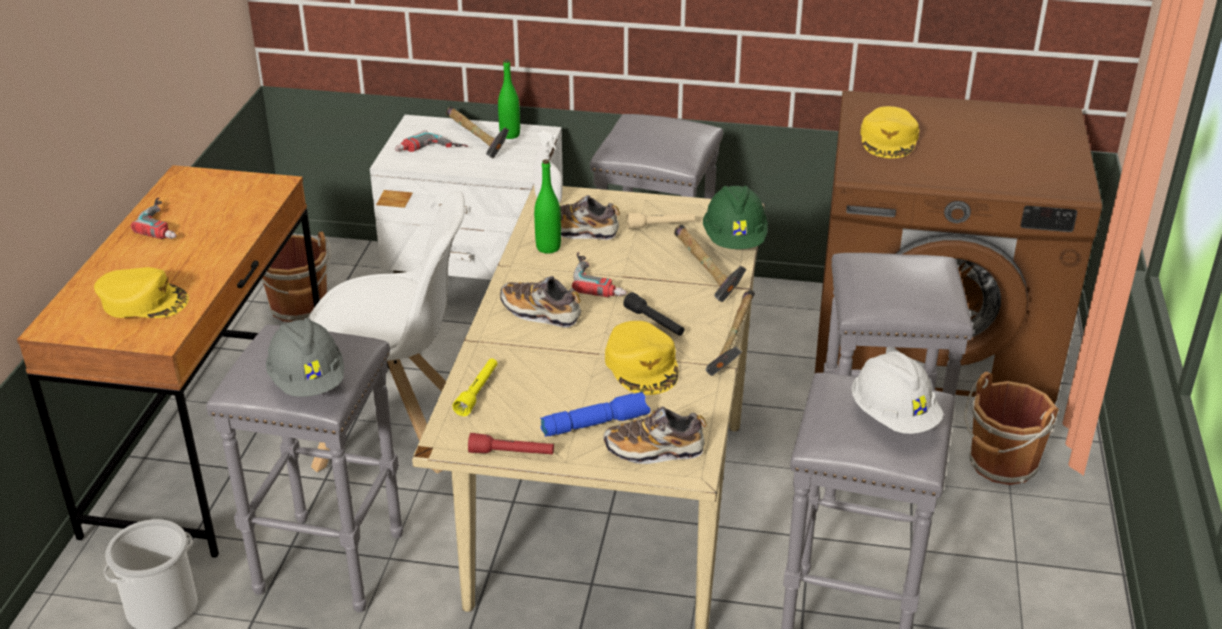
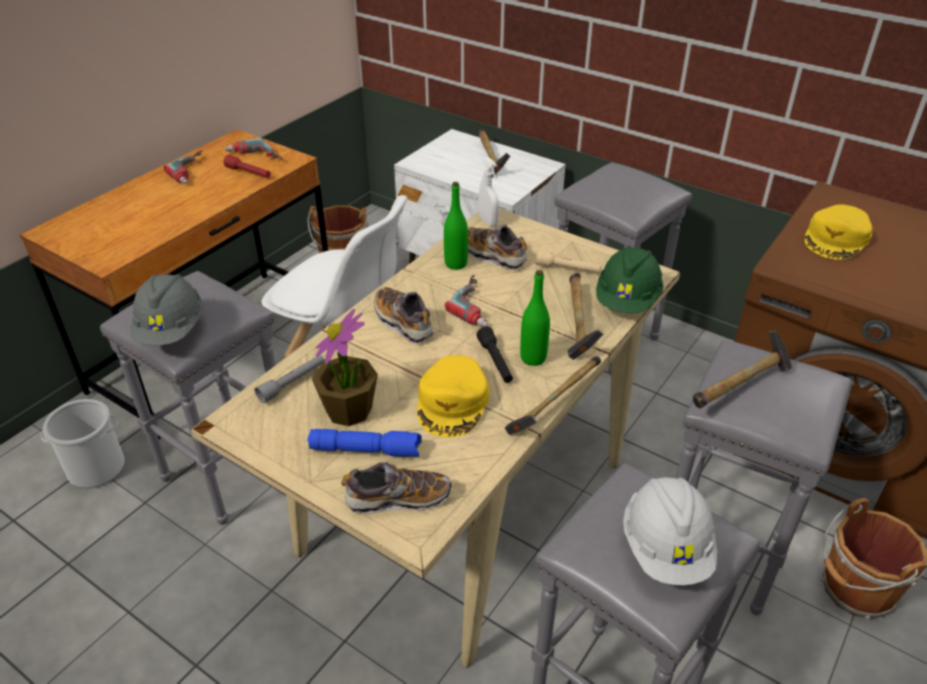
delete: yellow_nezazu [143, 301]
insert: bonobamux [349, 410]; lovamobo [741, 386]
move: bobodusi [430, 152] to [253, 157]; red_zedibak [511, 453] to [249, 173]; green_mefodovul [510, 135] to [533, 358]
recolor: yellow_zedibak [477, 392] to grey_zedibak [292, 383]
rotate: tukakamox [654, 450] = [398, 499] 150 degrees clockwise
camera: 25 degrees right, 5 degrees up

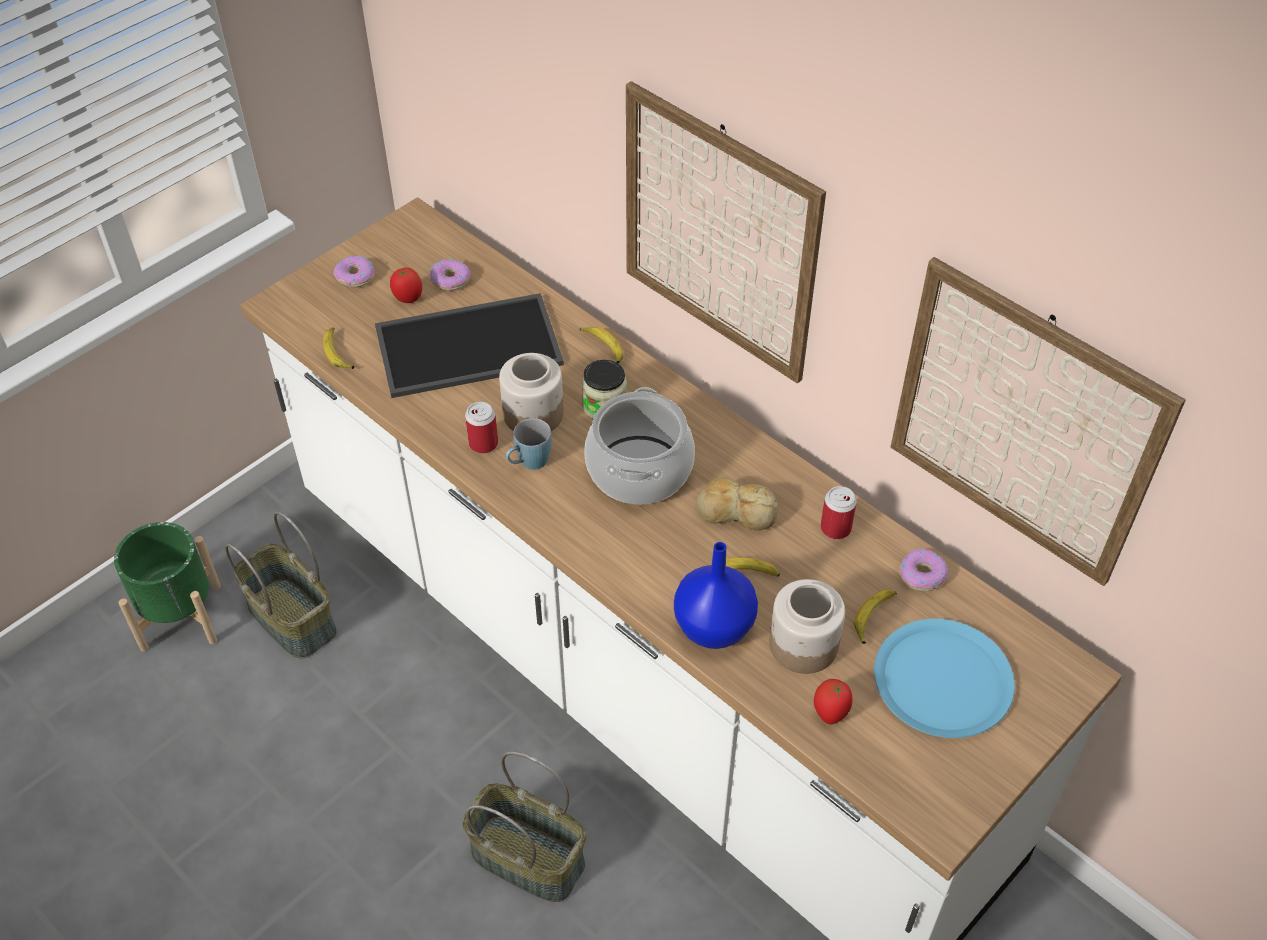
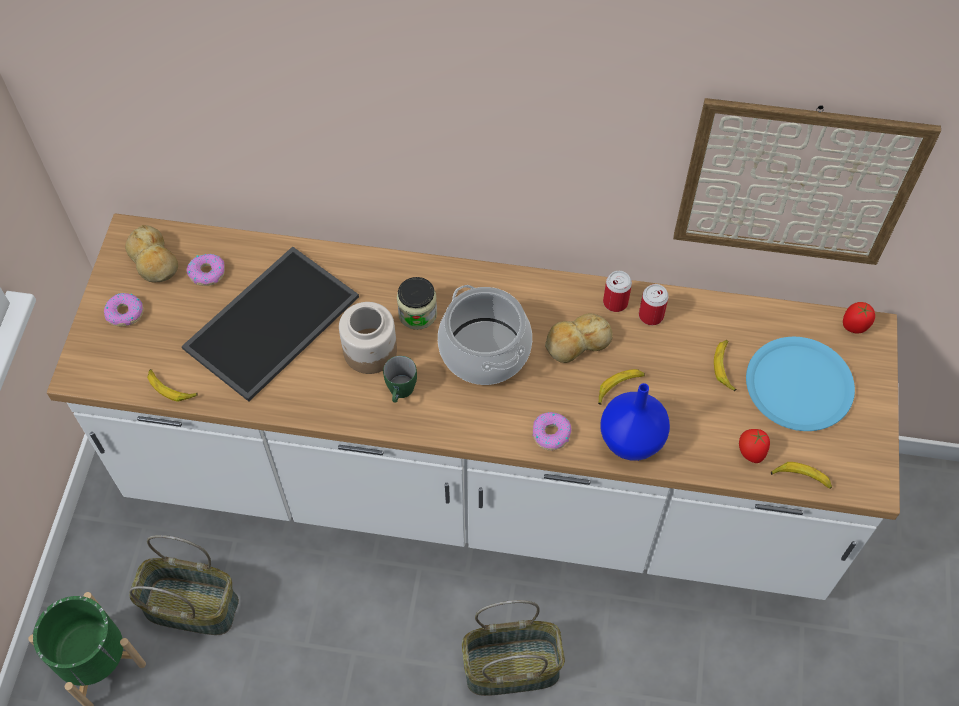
delete: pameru [719, 230]; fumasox [803, 645]
insert: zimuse [153, 261]
move: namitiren [407, 298] to [855, 326]; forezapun [483, 443] to [615, 302]; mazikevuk [603, 347] to [801, 478]; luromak [921, 574] to [551, 434]
recolor: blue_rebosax [528, 463] to green_rebosax [400, 393]
camera: 35 degrees left, 10 degrees up

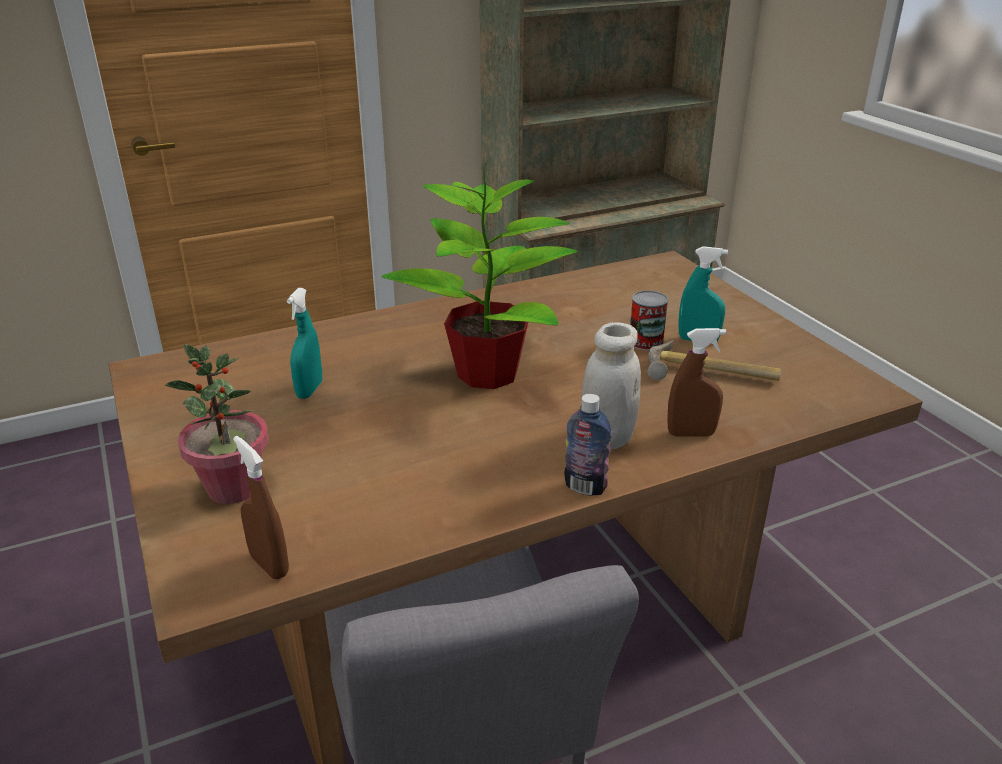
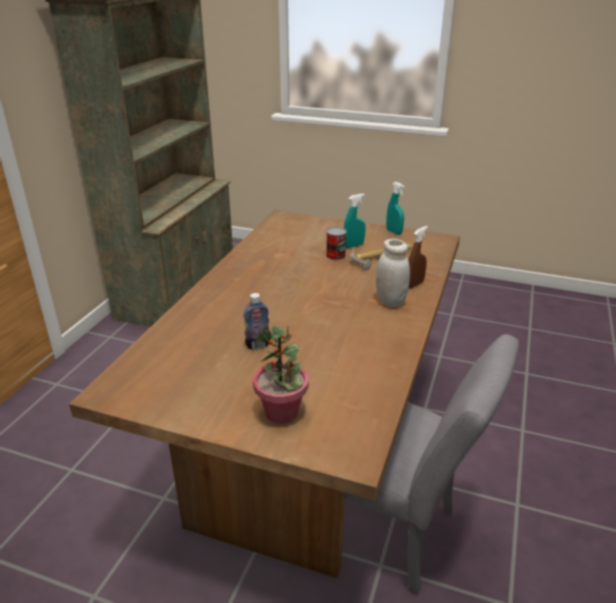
delete: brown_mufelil [269, 565]; bonobamux [490, 373]
move: turquoise_mufelil [309, 390] to [394, 232]; mefodovul [585, 487] to [257, 345]
camera: 45 degrees left, 0 degrees up

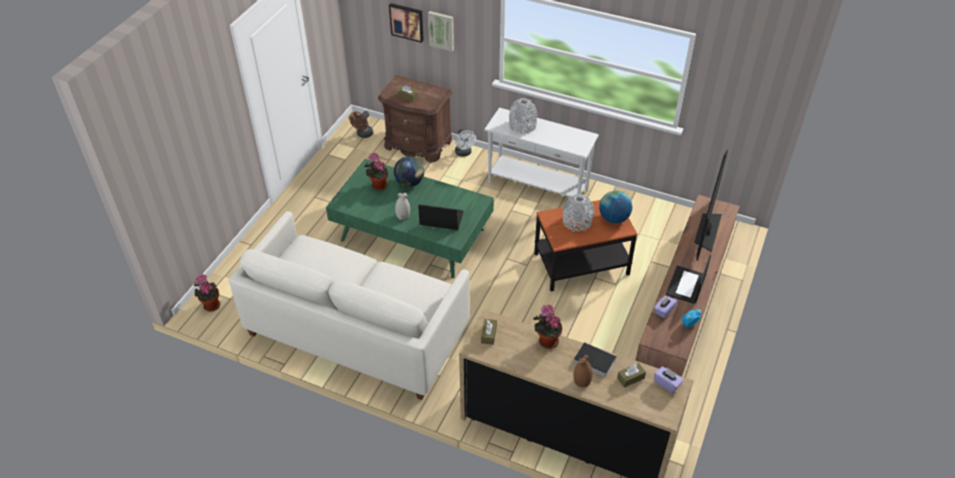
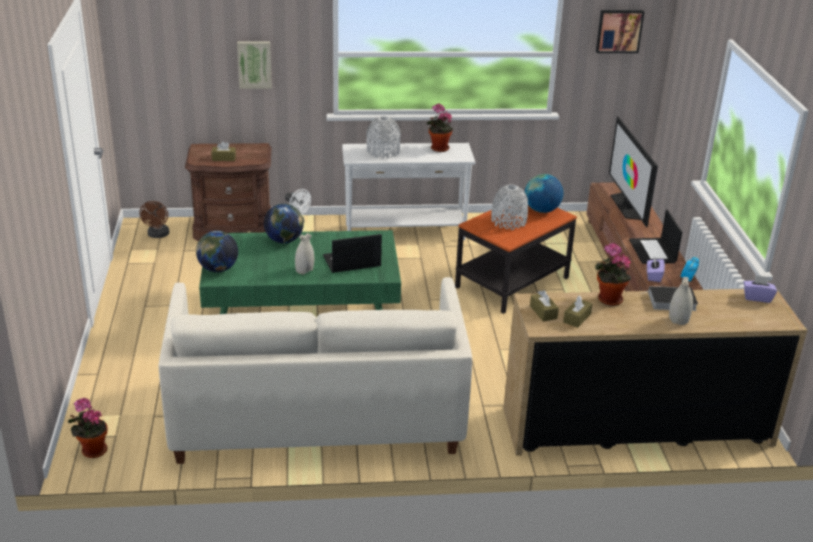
insert: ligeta [218, 269]
move: bonobamux [378, 185] to [438, 148]; pameru [407, 22] to [619, 30]; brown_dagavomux [630, 378] to [577, 318]
recolor: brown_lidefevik [581, 381] to white_lidefevik [678, 320]
camera: 30 degrees left, 15 degrees down

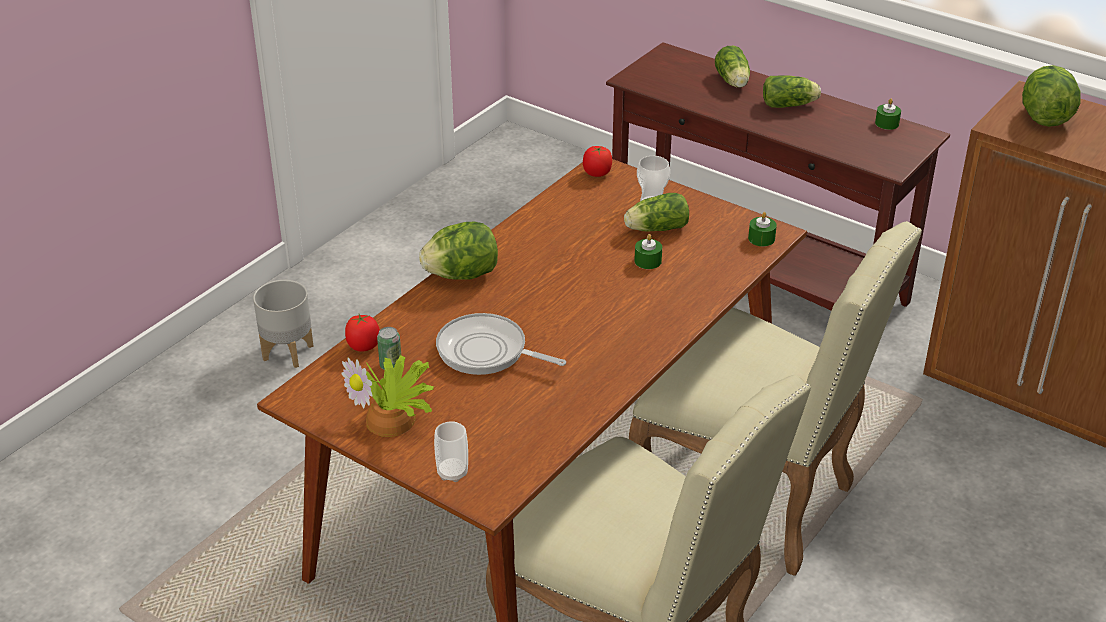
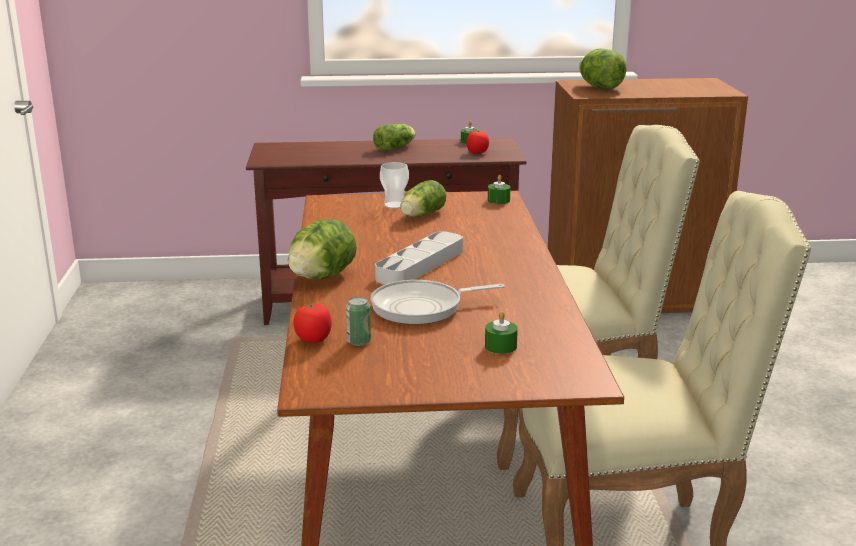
delete: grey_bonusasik [287, 352]; bonobamux [394, 420]; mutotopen [452, 473]; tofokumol [733, 82]
insert: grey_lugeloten [420, 265]
move: namitiren [597, 173] to [477, 153]; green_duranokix [648, 261] to [500, 346]
camera: 40 degrees left, 15 degrees down

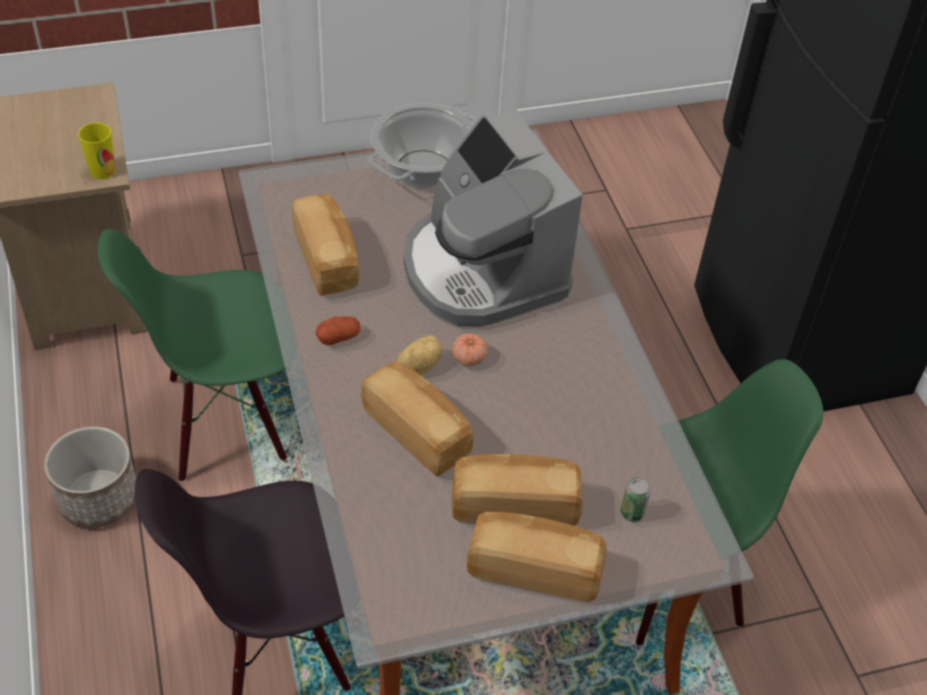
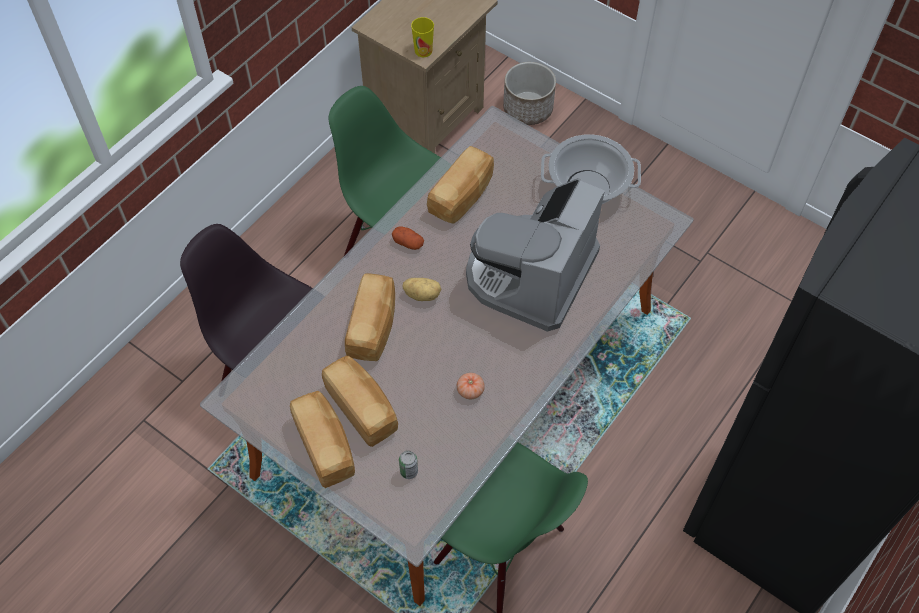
move: bonusasik [97, 497] to [528, 108]; namitiren [469, 358] to [470, 390]
camera: 55 degrees right, 10 degrees up

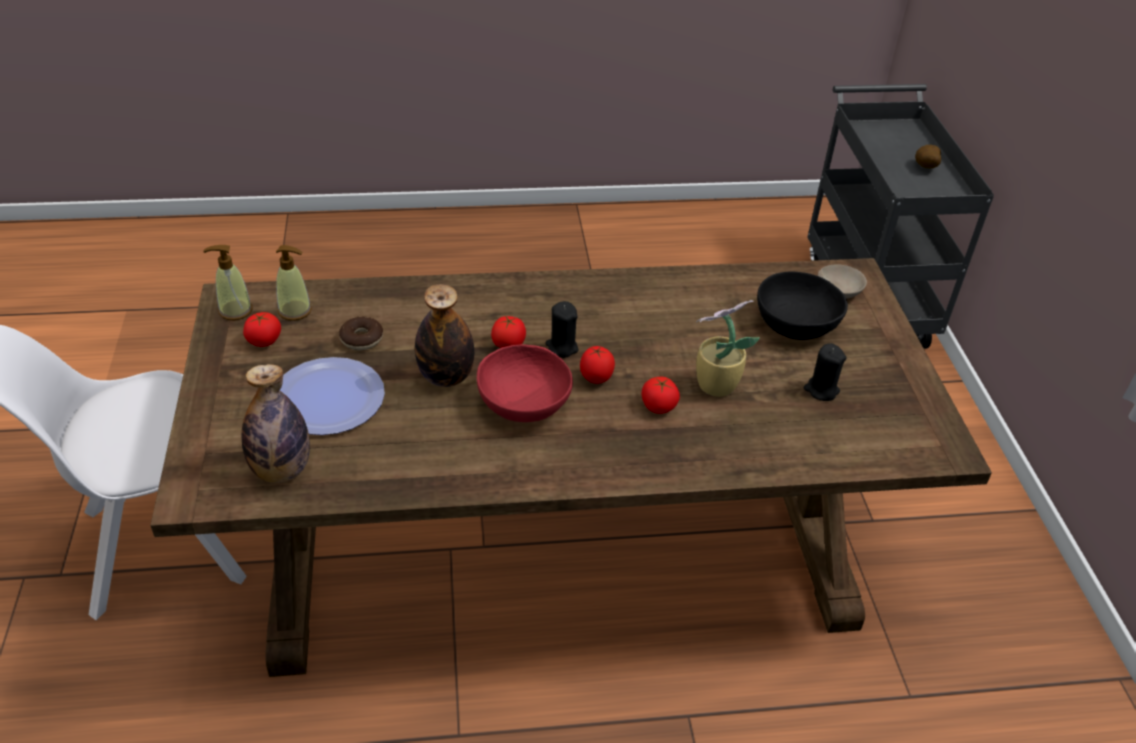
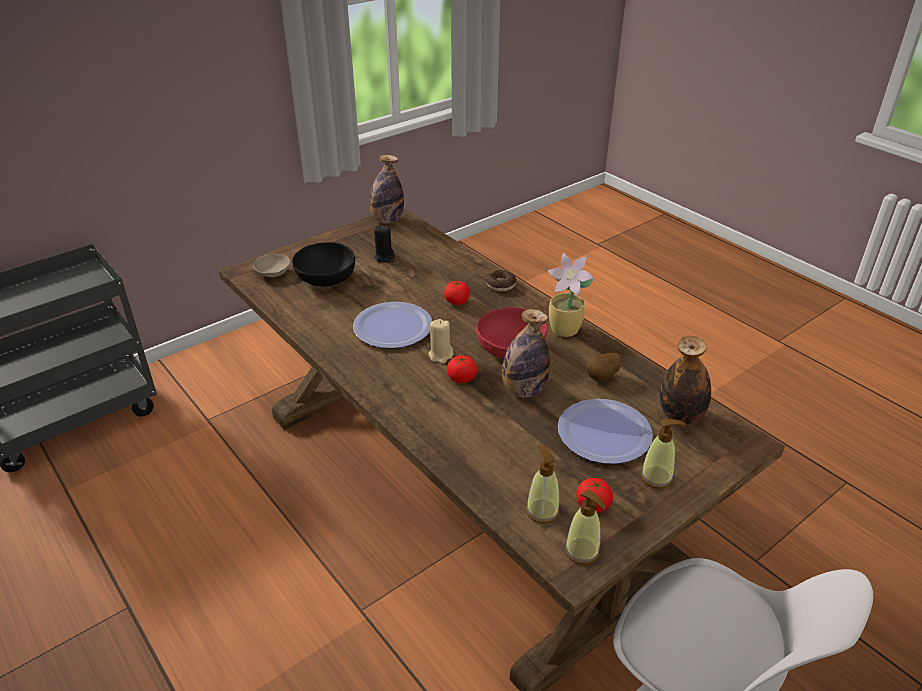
delete: namitiren [596, 378]
insert: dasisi [393, 327]; mefodovul [387, 220]; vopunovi [656, 477]
move: luromak [361, 339] to [500, 285]; bonobamux [714, 385] to [566, 330]; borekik [924, 168] to [602, 378]
recolor: black_duranokix [562, 347] to beige_duranokix [441, 355]
camera: 120 degrees left, 5 degrees down

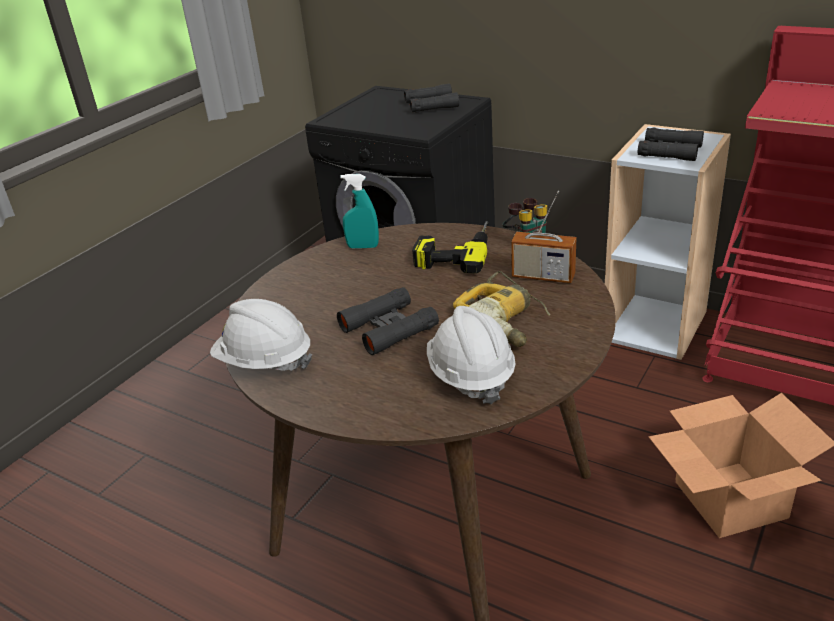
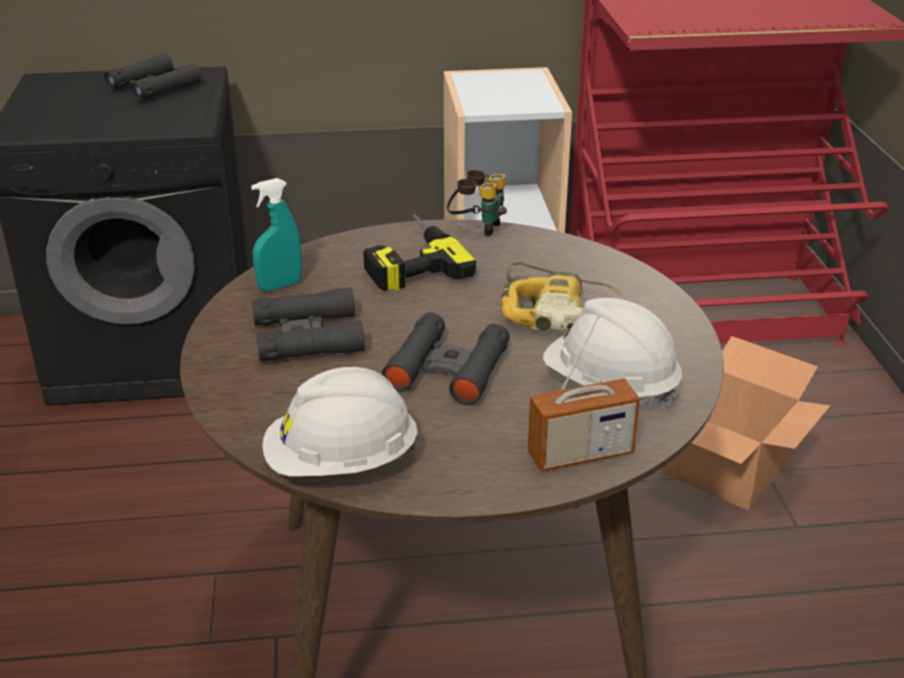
move: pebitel [543, 276] to [580, 454]; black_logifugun [670, 151] to [308, 337]
camera: 40 degrees left, 0 degrees up

